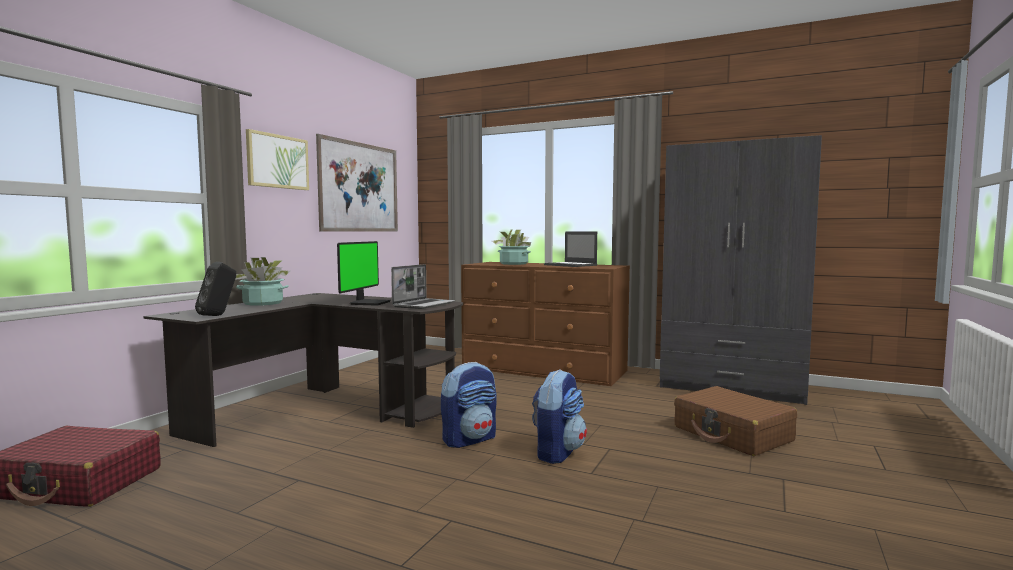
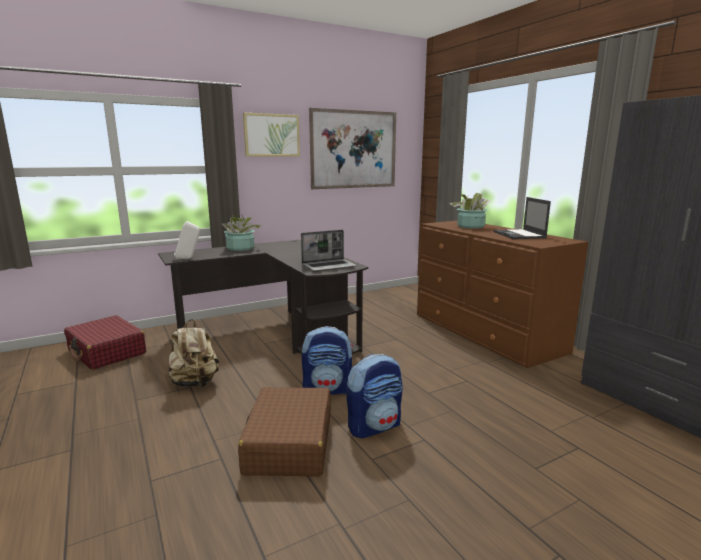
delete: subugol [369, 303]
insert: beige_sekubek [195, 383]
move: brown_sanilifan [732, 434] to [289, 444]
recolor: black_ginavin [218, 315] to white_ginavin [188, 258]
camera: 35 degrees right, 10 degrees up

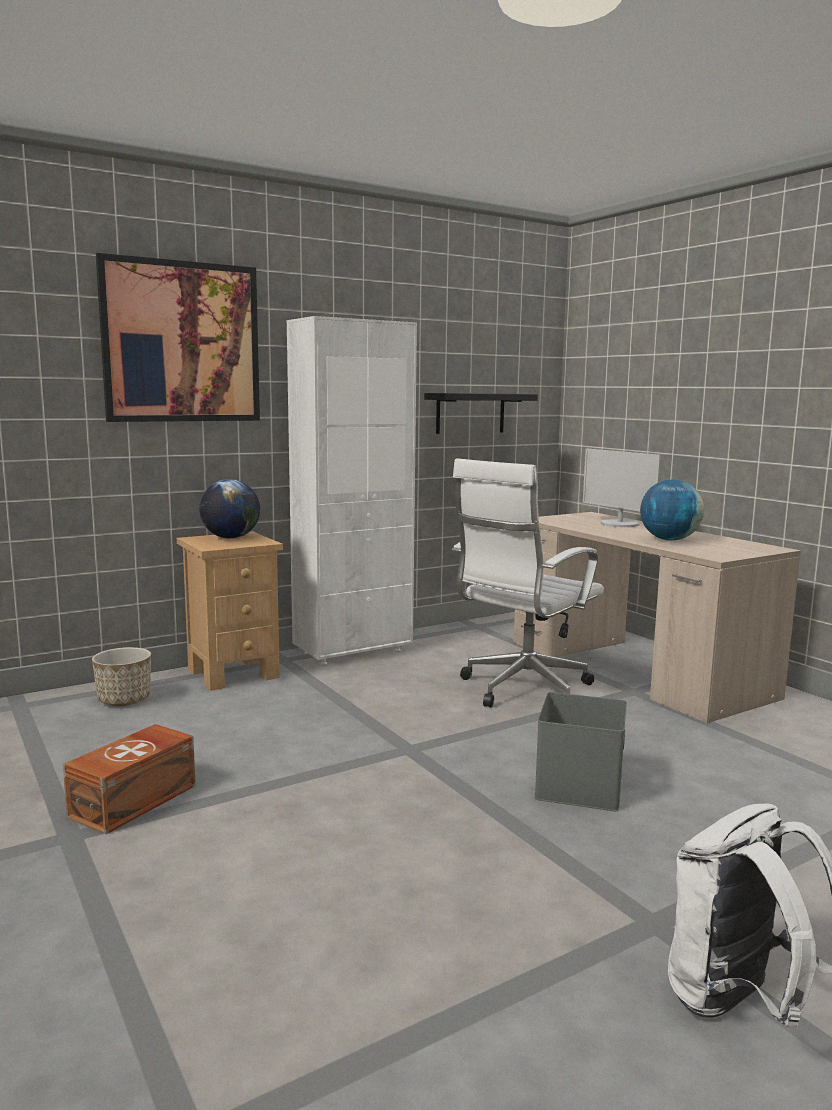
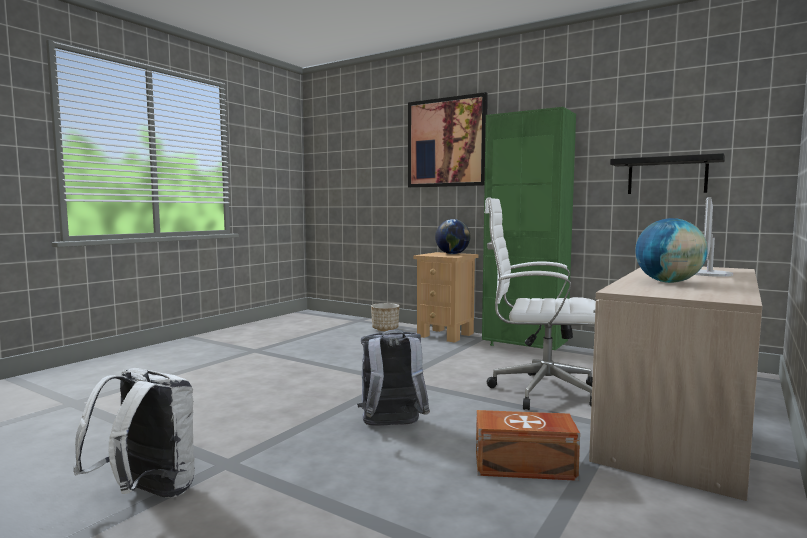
move: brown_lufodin [136, 801] to [526, 466]
replace: grey_lufodin [581, 787] to grey_sekubek [392, 427]
recolor: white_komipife [354, 651] to green_komipife [524, 346]
camera: 65 degrees right, 5 degrees down

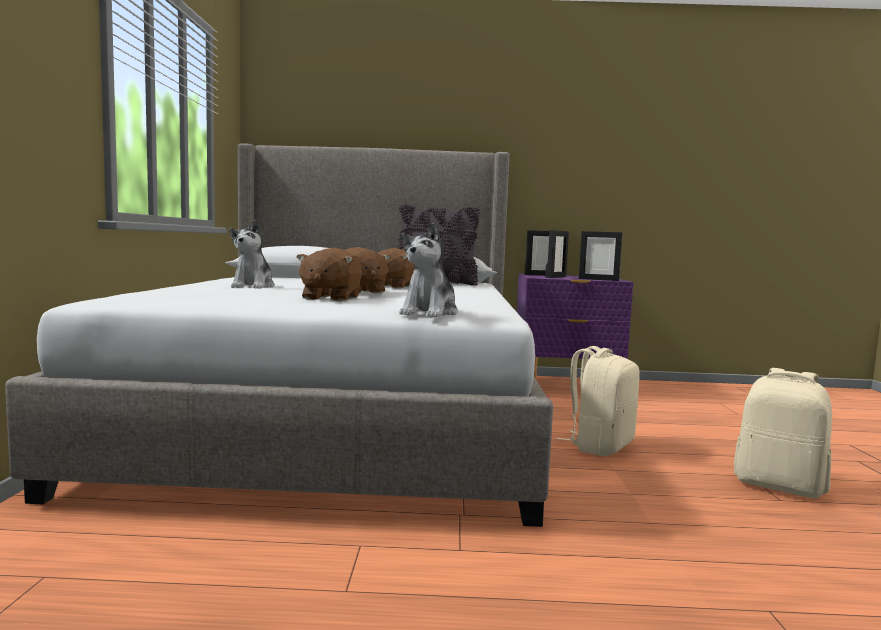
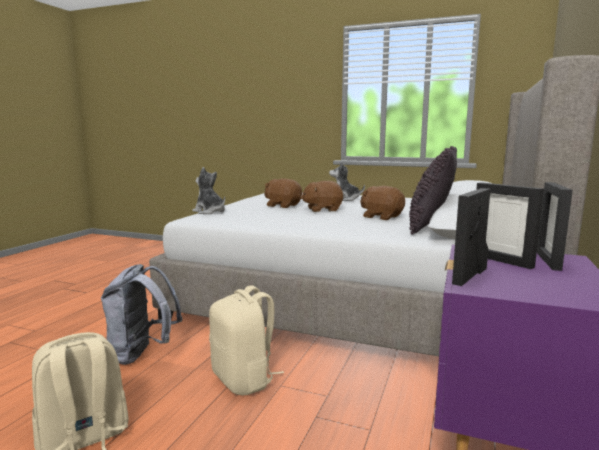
insert: grey_sekubek [142, 354]
camera: 110 degrees right, 5 degrees up

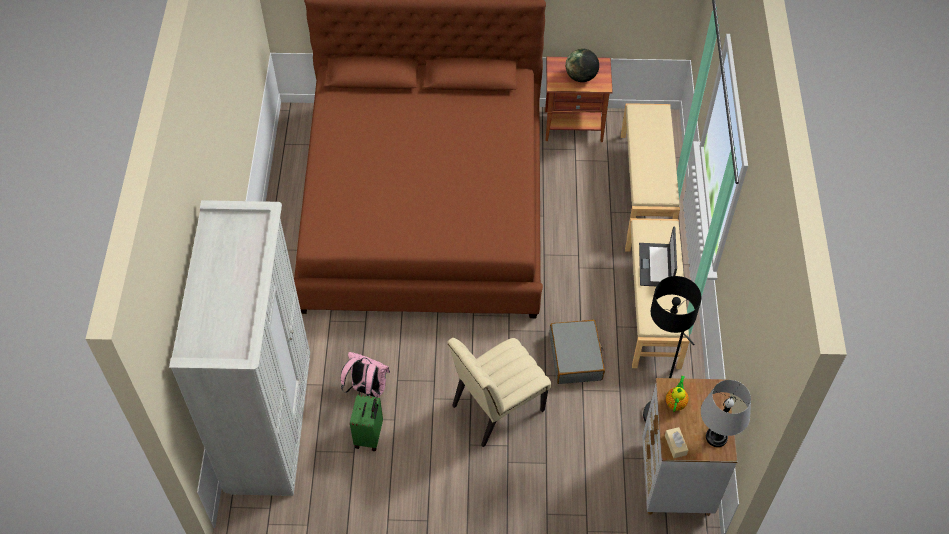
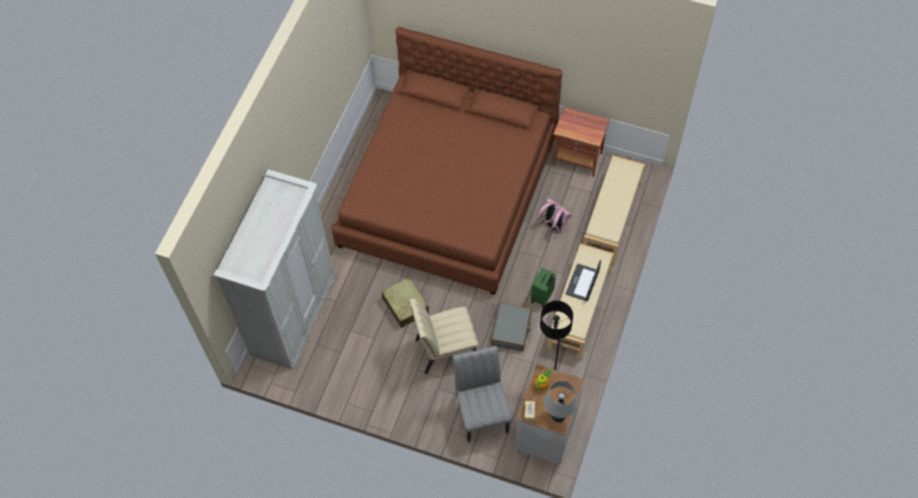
delete: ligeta [581, 77]
insert: beige_sanilifan [405, 305]; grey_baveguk [482, 413]
move: pink_sekubek [367, 389] to [553, 225]; green_sanilifan [369, 436] to [542, 297]
camera: 20 degrees right, 5 degrees up

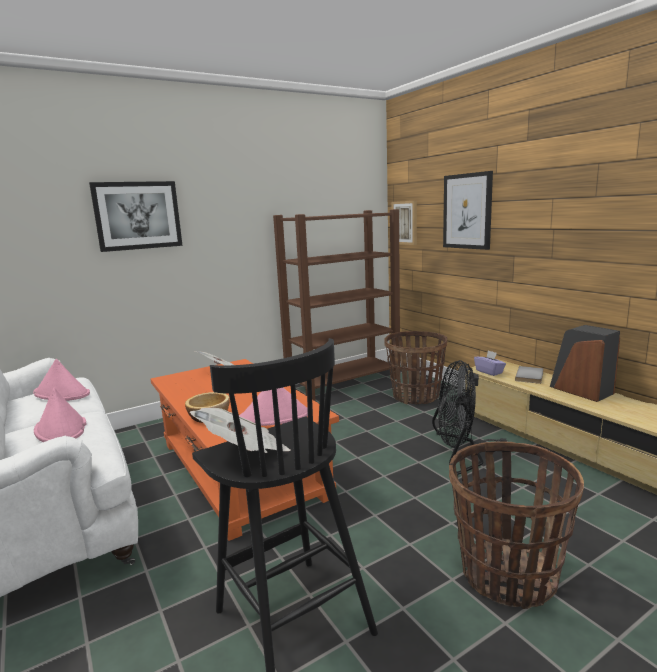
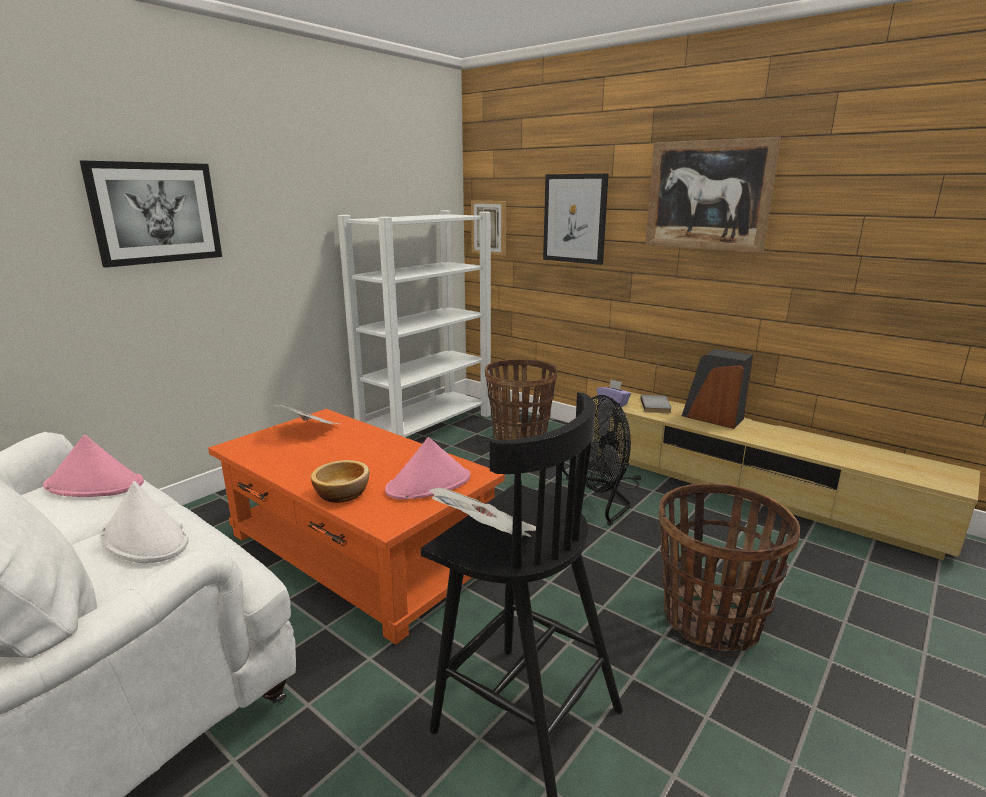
insert: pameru [707, 195]
recolor: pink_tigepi [61, 428] to white_tigepi [145, 538]; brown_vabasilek [343, 383] to white_vabasilek [427, 426]
camera: 20 degrees left, 5 degrees up

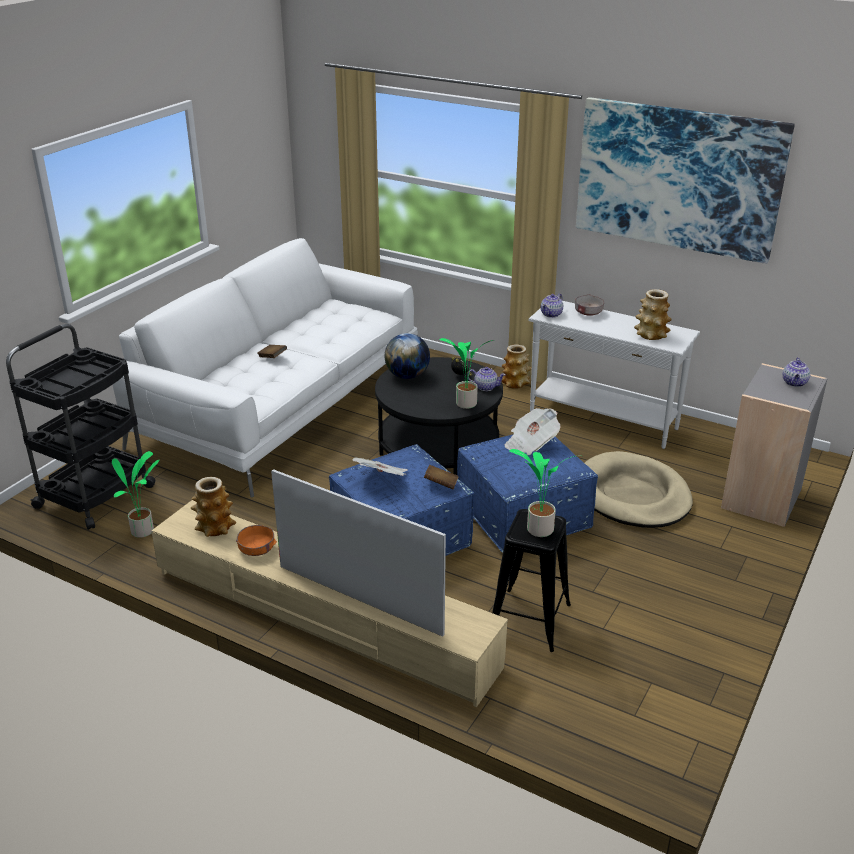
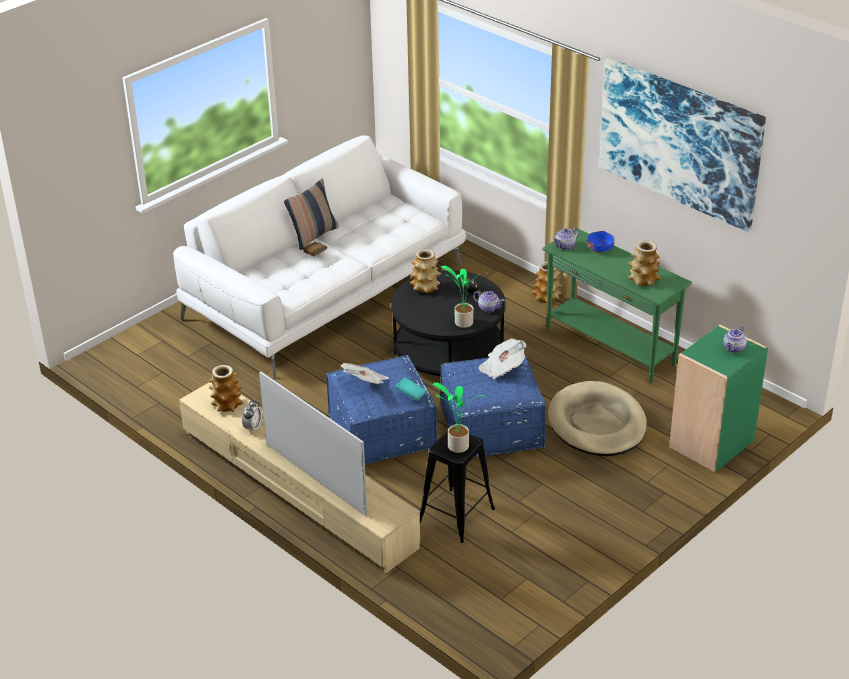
delete: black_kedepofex [96, 496]; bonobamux [144, 531]
insert: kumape [313, 236]
replace: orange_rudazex [256, 549] to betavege [252, 427]; ligeta [407, 376] to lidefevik [425, 287]
recolor: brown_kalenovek [441, 484] to turquoise_kalenovek [410, 395]; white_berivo [604, 420] to green_berivo [611, 347]; grey_rudazex [588, 313] to blue_rudazex [599, 248]; grey_vabasilek [762, 499] to green_vabasilek [712, 444]
camera: 15 degrees right, 5 degrees up

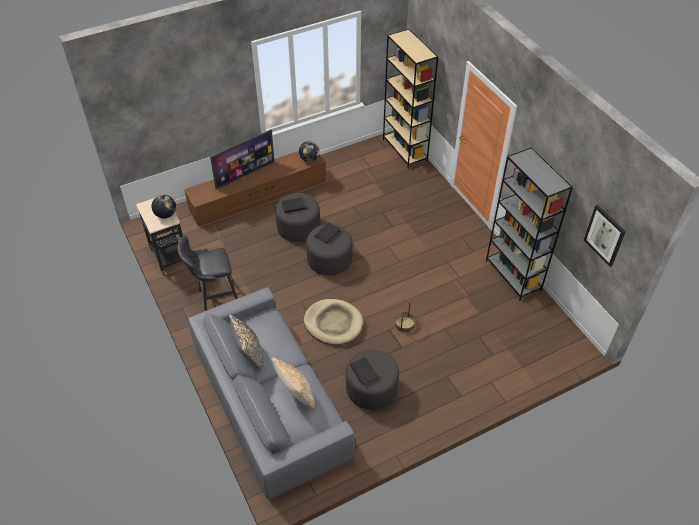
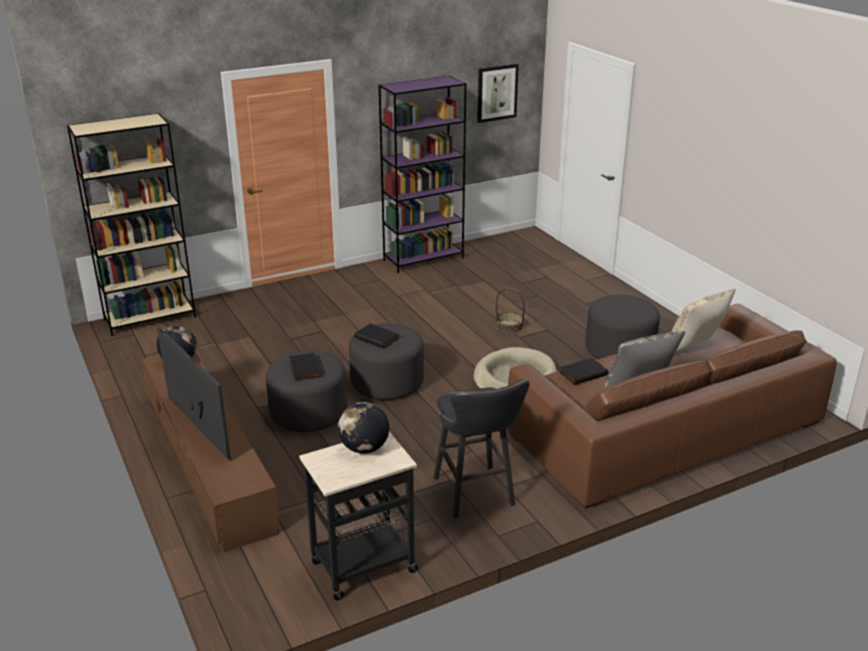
move: black_kalenovek [364, 372] to [582, 373]
recolor: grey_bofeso [269, 399] to brown_bofeso [665, 429]; grey_vabasilek [513, 276] to purple_vabasilek [423, 259]
camera: 90 degrees left, 20 degrees down

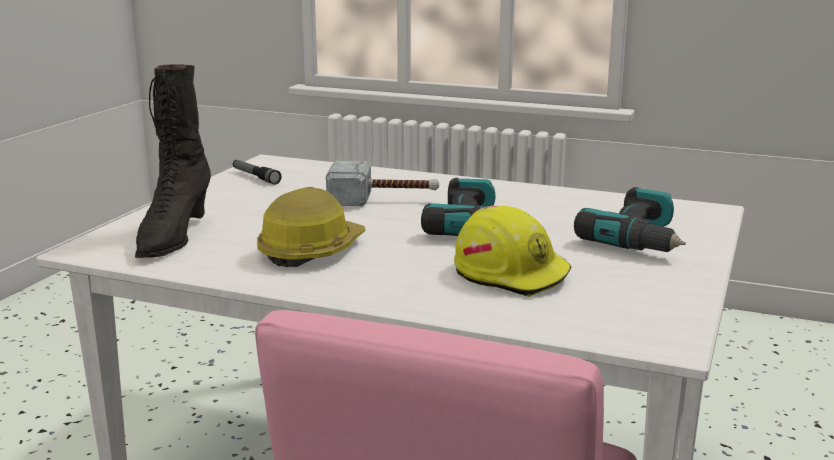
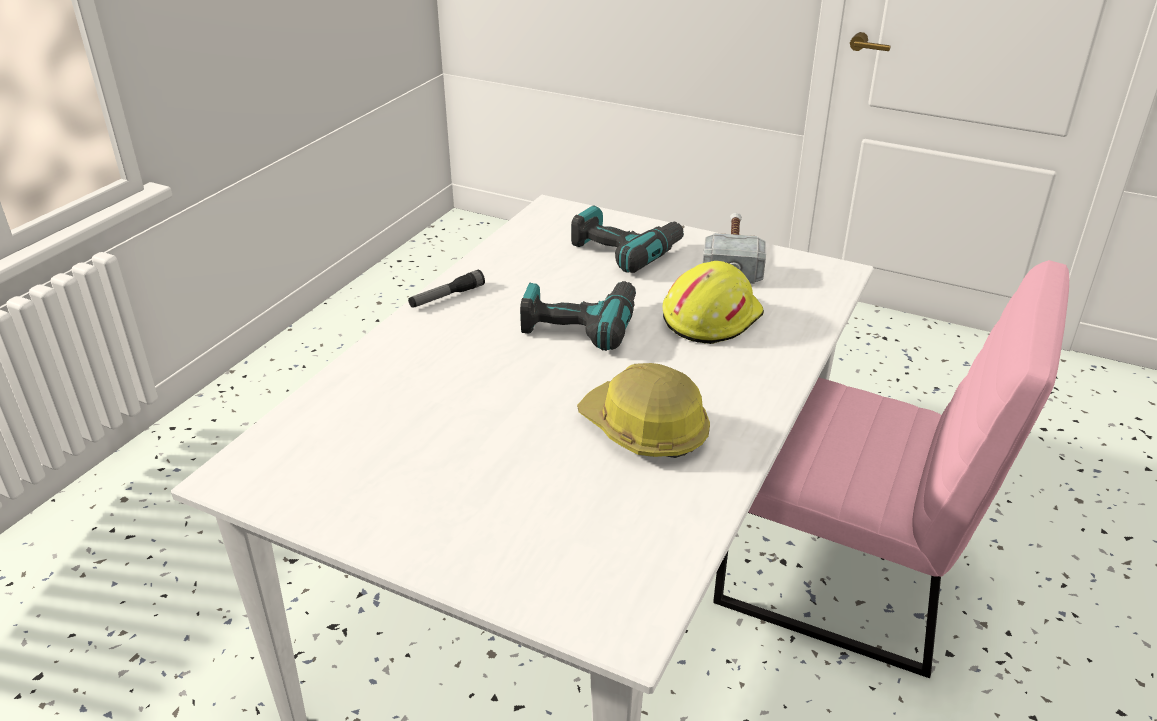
delete: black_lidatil [173, 237]
move: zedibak [255, 177] to [447, 297]; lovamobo [383, 200] to [733, 257]
camera: 85 degrees left, 15 degrees up

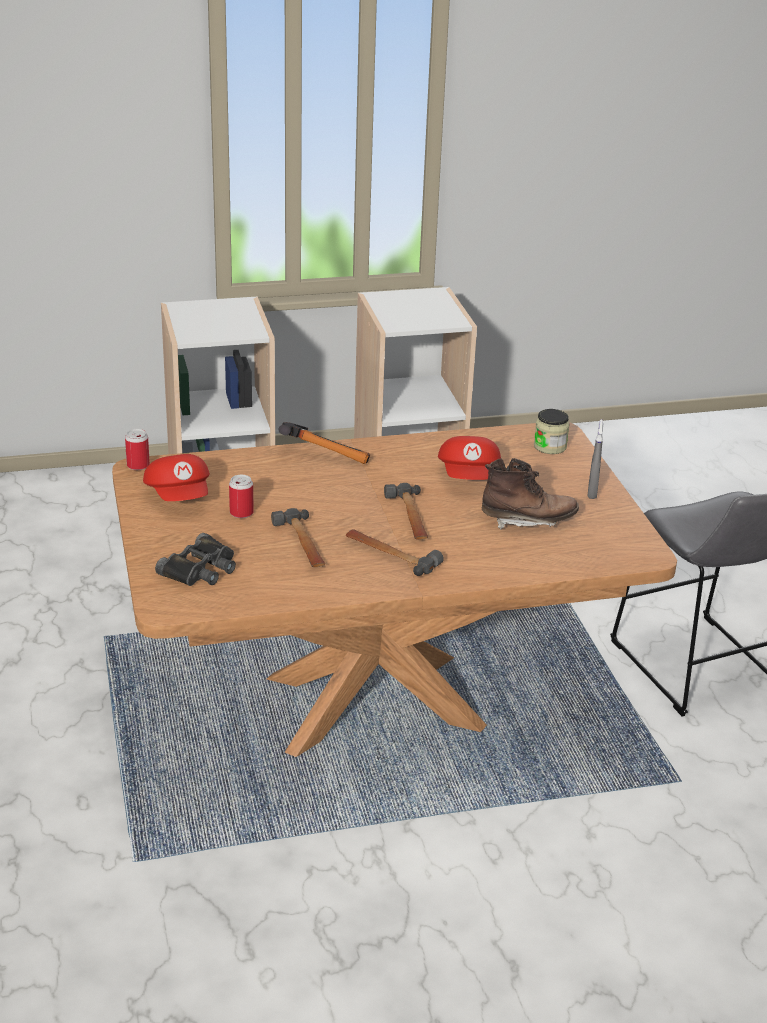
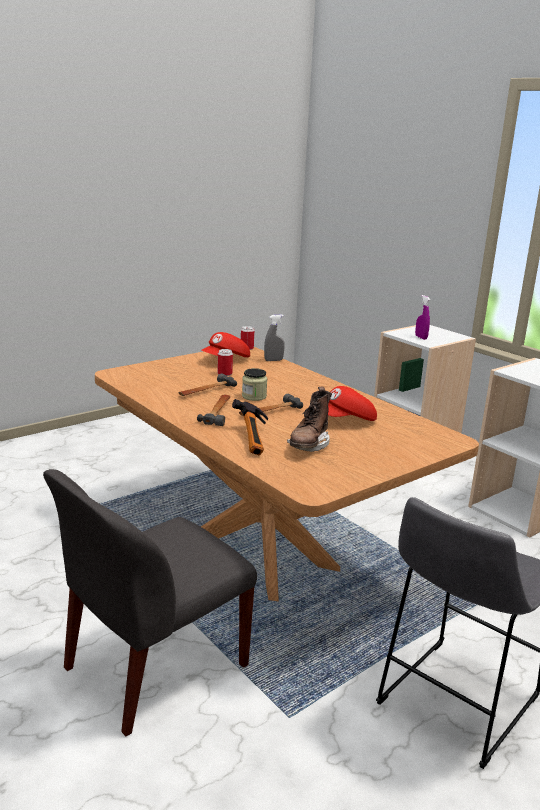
delete: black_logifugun [201, 569]
insert: grey_baveguk [152, 668]; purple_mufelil [421, 337]
move: lovamobo [326, 455] to [255, 440]; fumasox [550, 446] to [254, 396]; grey_mufelil [592, 492] to [273, 360]
rotate: brown_lidatil [527, 521] = [309, 445] 45 degrees clockwise
camera: 65 degrees right, 10 degrees down

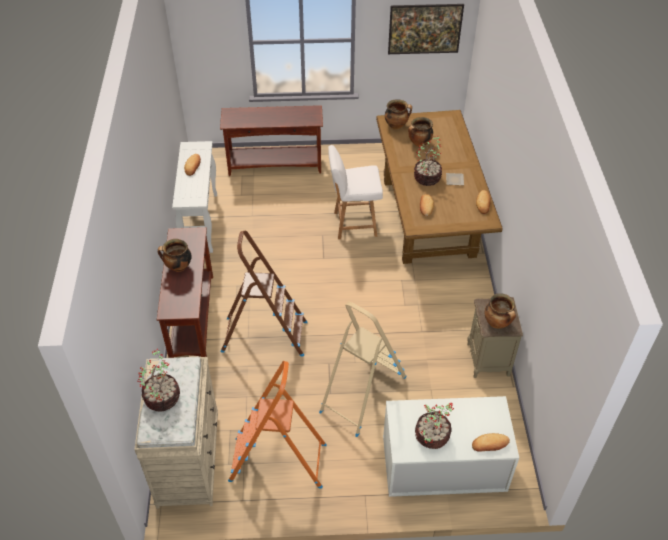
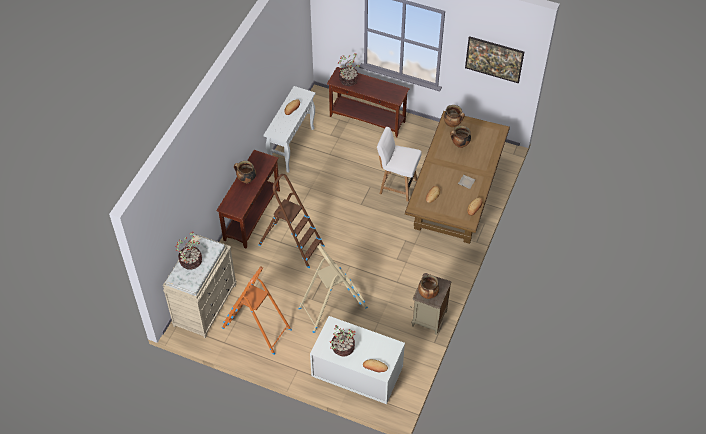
move: bonobamux [427, 177] to [349, 80]
camera: 25 degrees right, 5 degrees up

